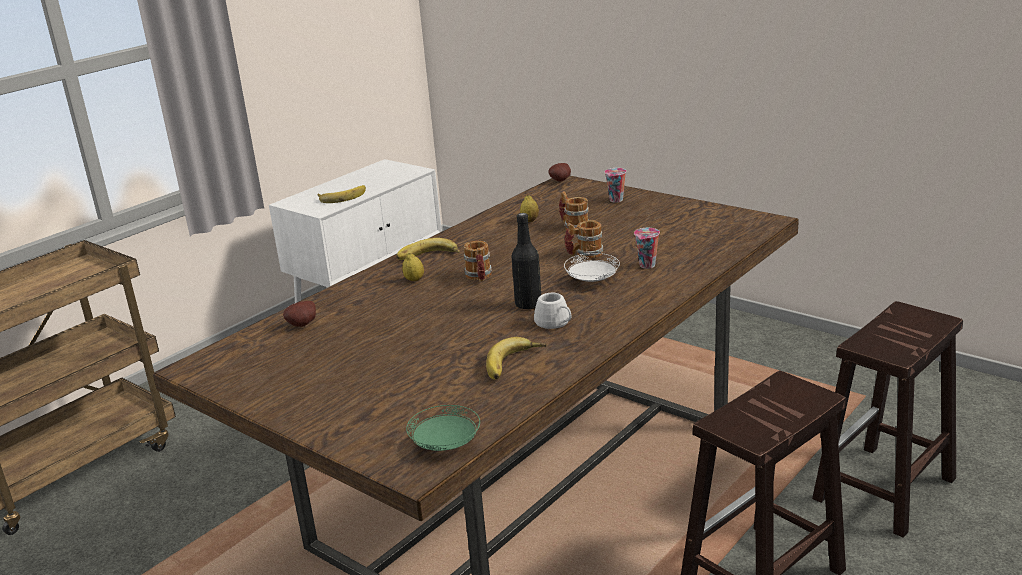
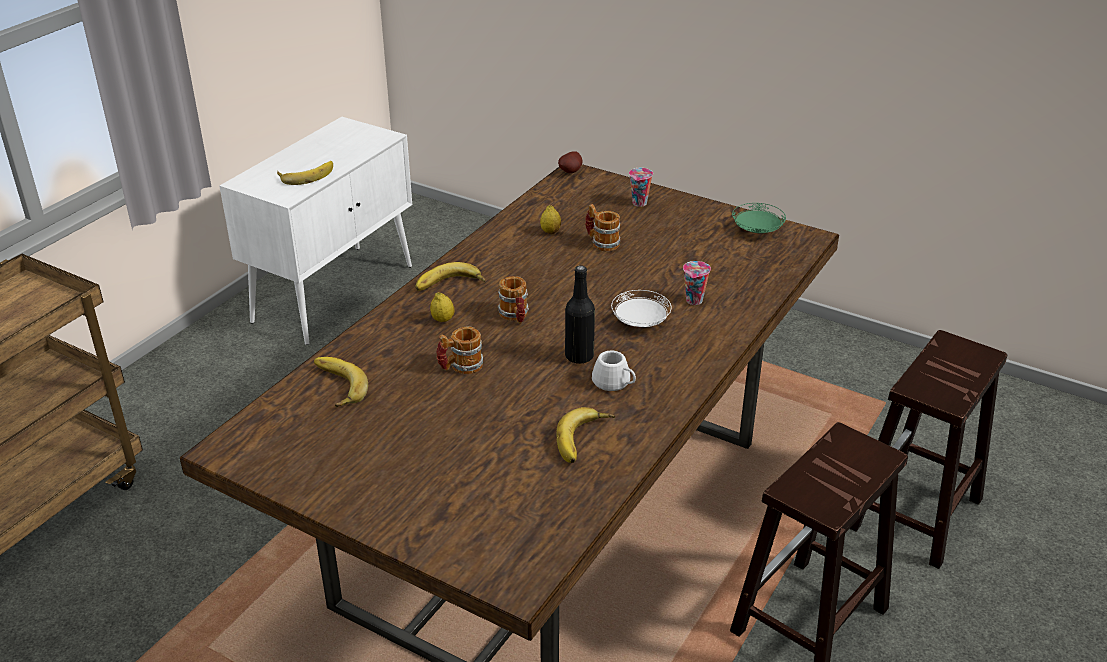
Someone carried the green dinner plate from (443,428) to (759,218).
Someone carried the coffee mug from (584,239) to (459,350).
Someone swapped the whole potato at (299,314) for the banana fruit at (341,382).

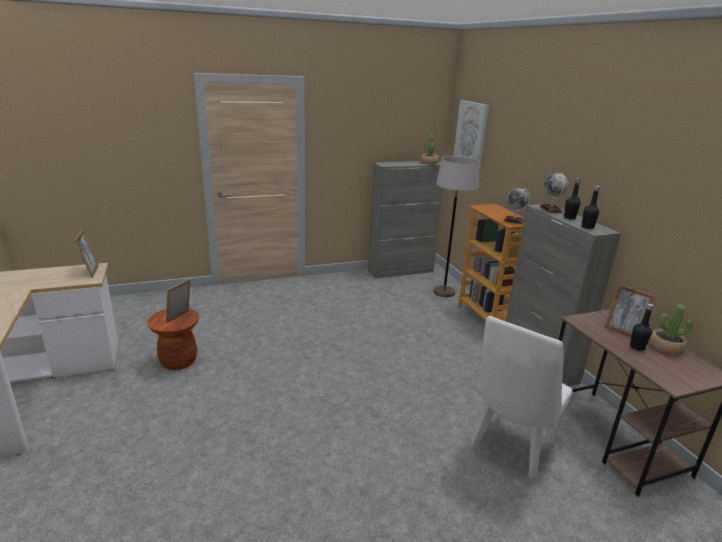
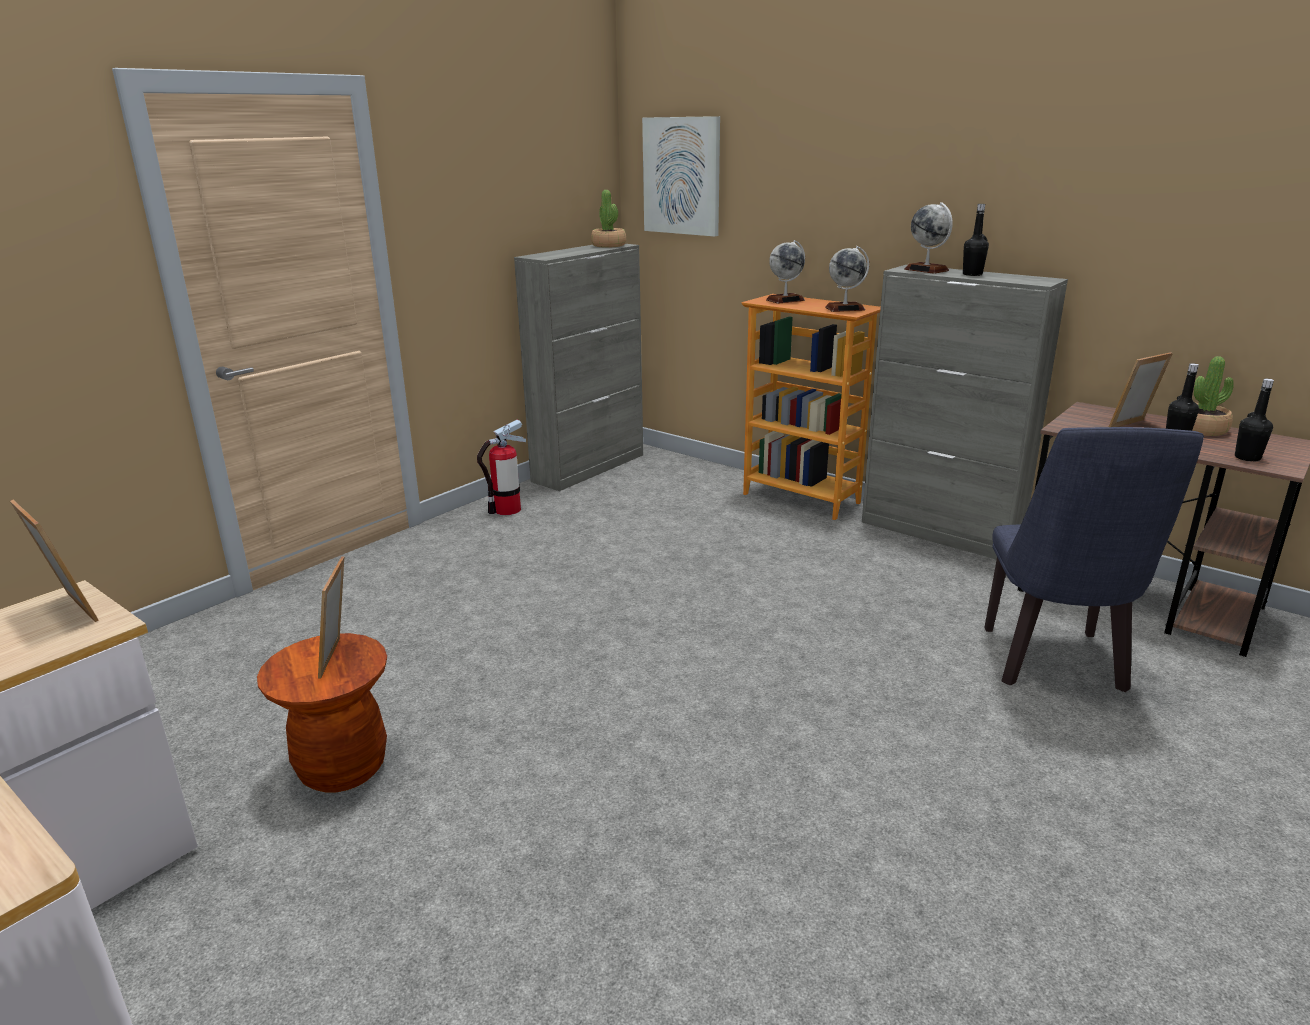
Someone took away the gray standard lamp at (456,226).
Someone put down the extinguisher at (501,467).
Someone put down the globe at (785,272).
Someone carried the blackish beverage bottle from (591,207) to (1254,420).
Someone repainted the whitish plain chair at (521,397), which became the blue plain chair at (1094,559).
Someone rotated the photo frame at (630,310) by 135 degrees clockwise.

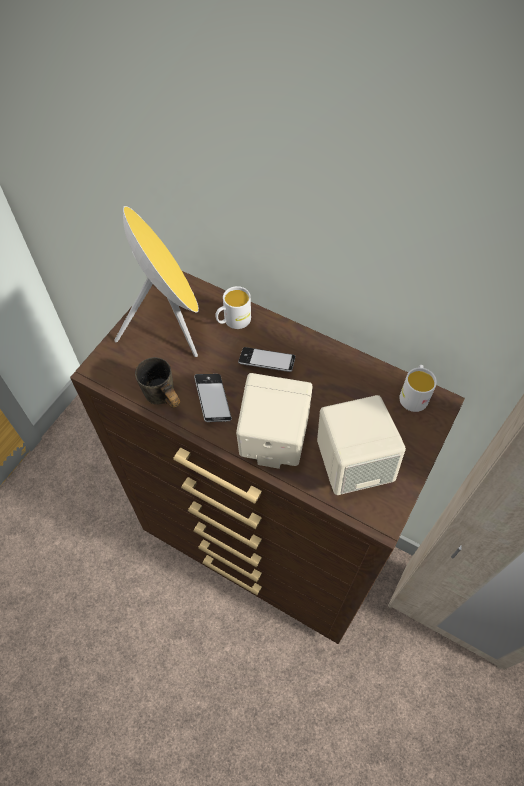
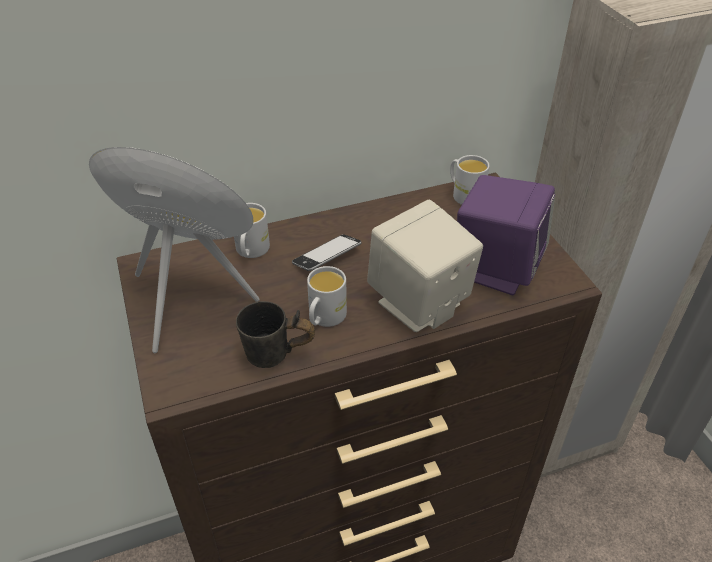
Someone swapped the phone at (213,398) for the whitish coffee mug at (327,296).
Someone repainted the sand-coloured loudspeaker at (361,445), which became the purple-coloured loudspeaker at (506,235).

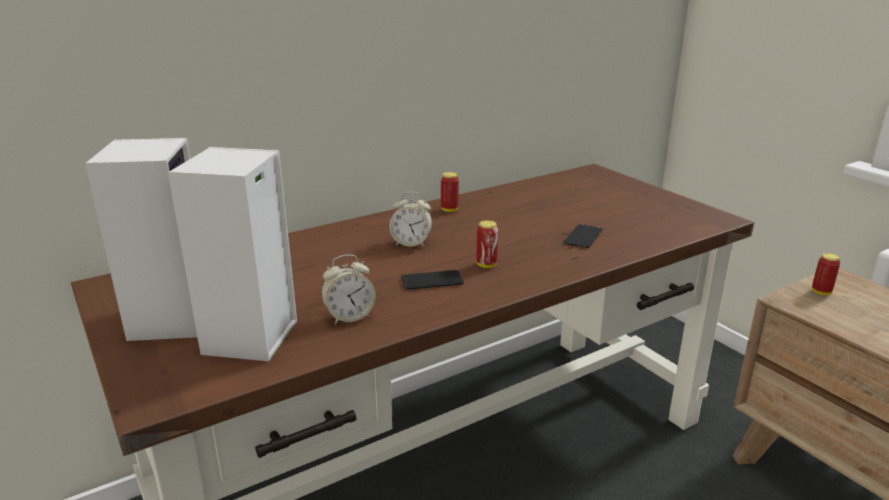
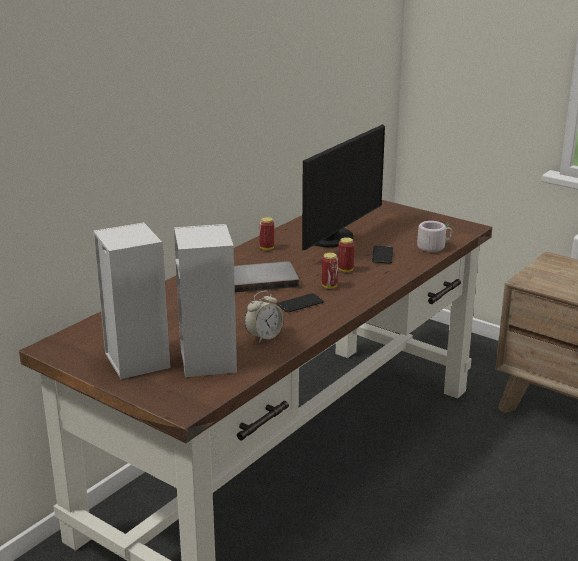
Someone put down the computer screen at (343,187).
Someone put down the gray coffee mug at (432,236).
Someone carried the sealed can from (826,274) to (346,254).
Someone swapped the table clock at (410,219) for the gray volume at (267,277).

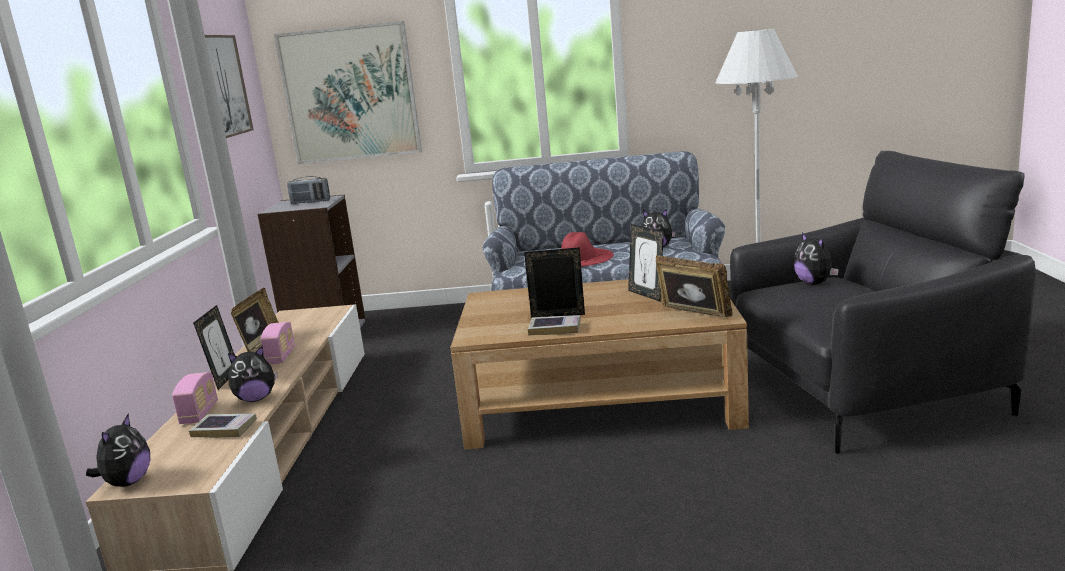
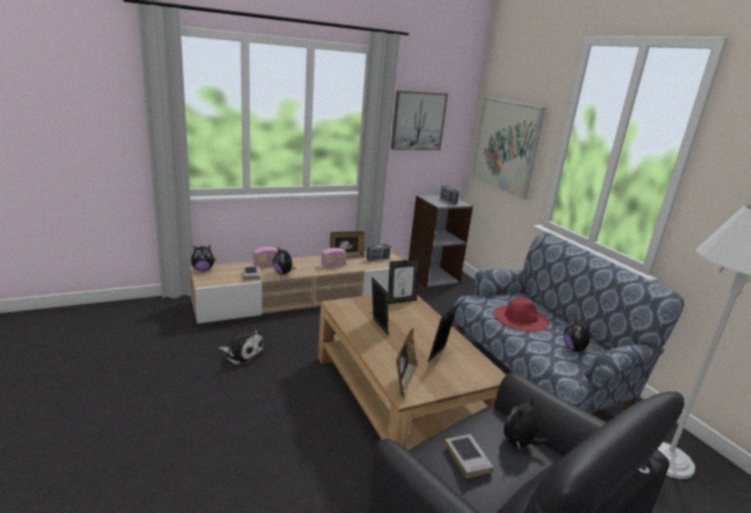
Someone put down the soft toy at (241,346).
Someone put down the radio set at (378,252).
Someone carried the photo frame from (214,347) to (403,281).
Someone carried the volume from (554,325) to (469,456).

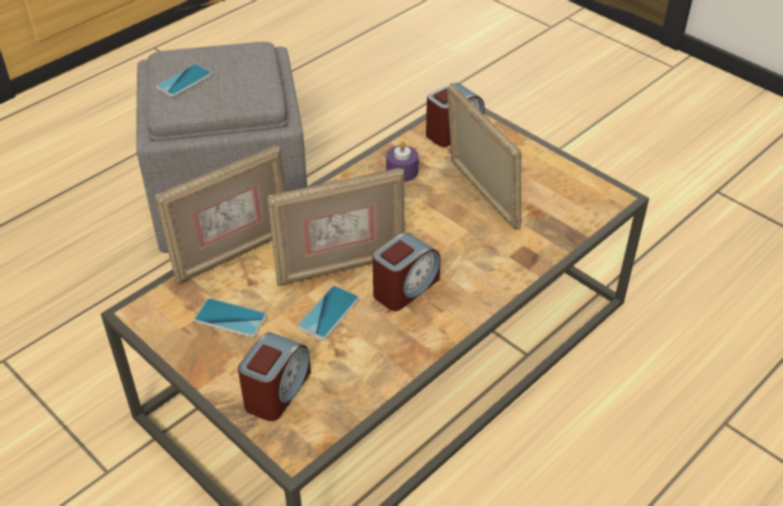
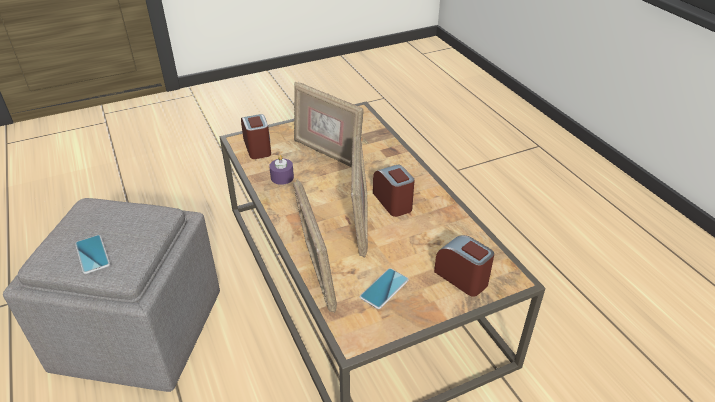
Someone took away the phone at (328,313).
Someone rotated the photo frame at (484,156) by 135 degrees counterclockwise.

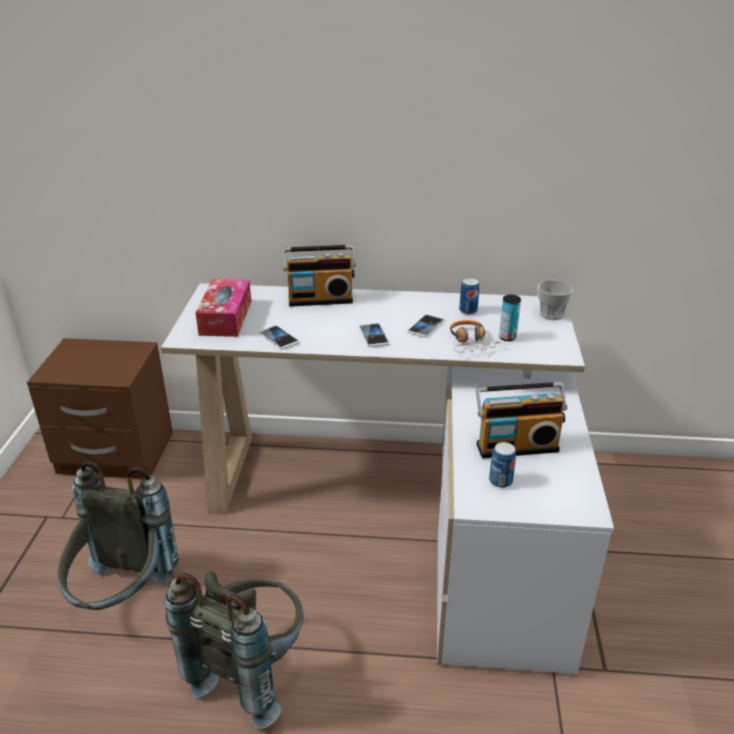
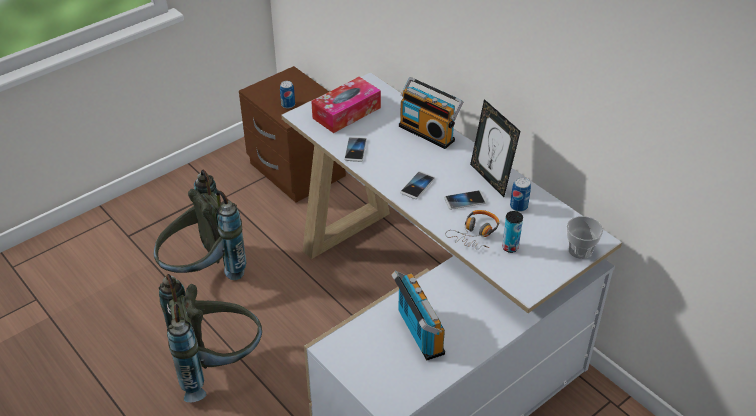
Someone put down the photo frame at (495,148).
Someone carried the sealed can from (502,465) to (287,94).
Someone rotated the radio set at (522,420) by 150 degrees counterclockwise.

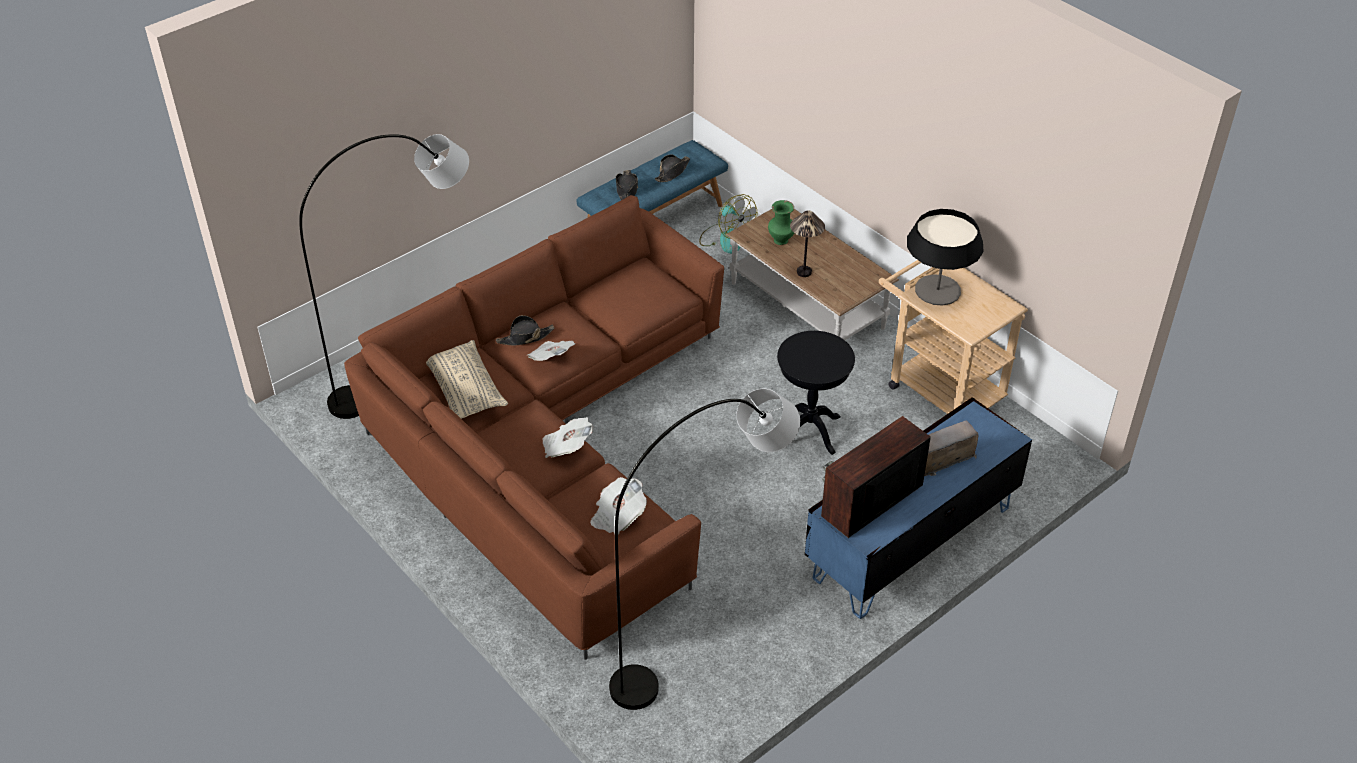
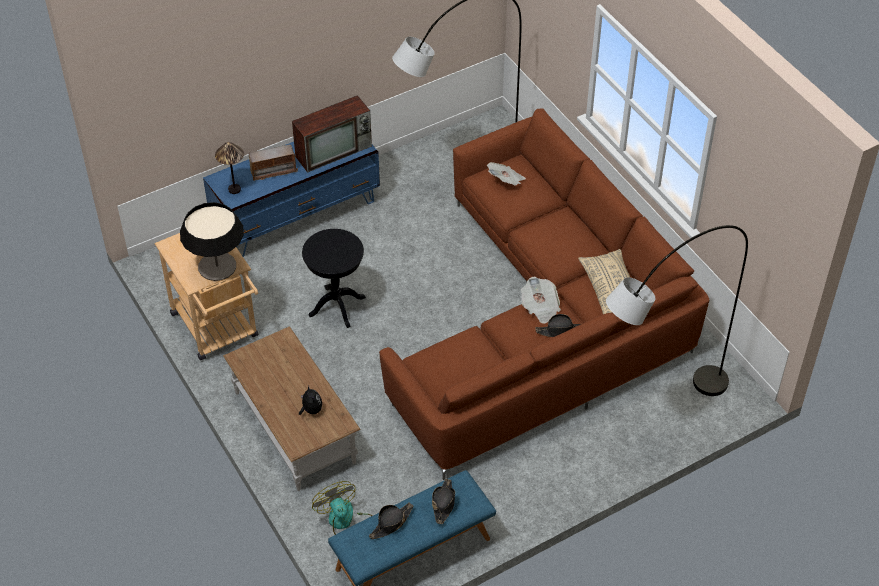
Someone took away the newspaper at (567,437).
Someone carried the tabletop lamp from (807,243) to (229,168).
Someone swapped the green flower vase at (781,222) for the soft toy at (310,400).

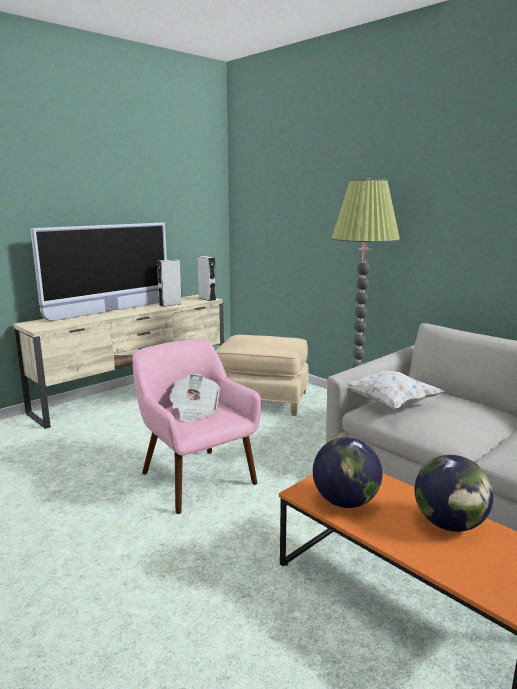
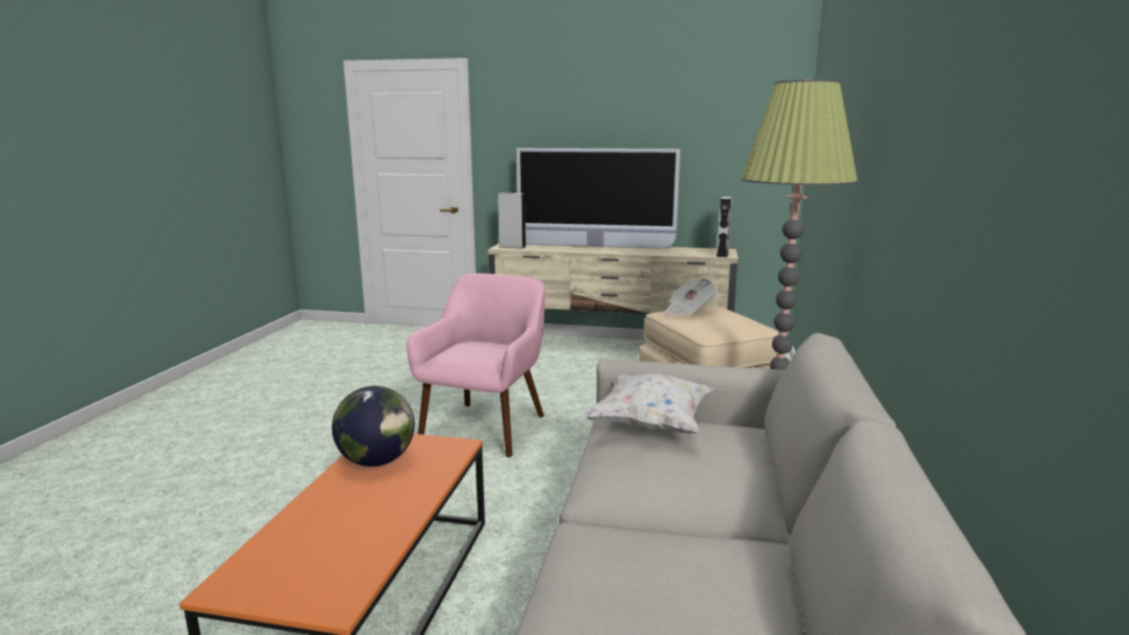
Someone took away the globe at (454,493).
Someone carried the gray loudspeaker from (169,283) to (512,220).
Someone carried the newspaper from (194,398) to (691,296).

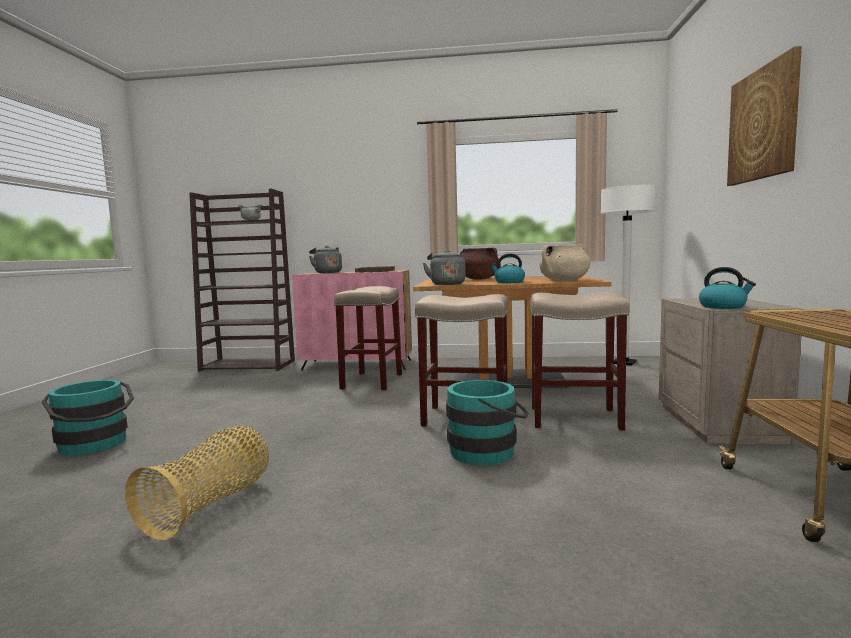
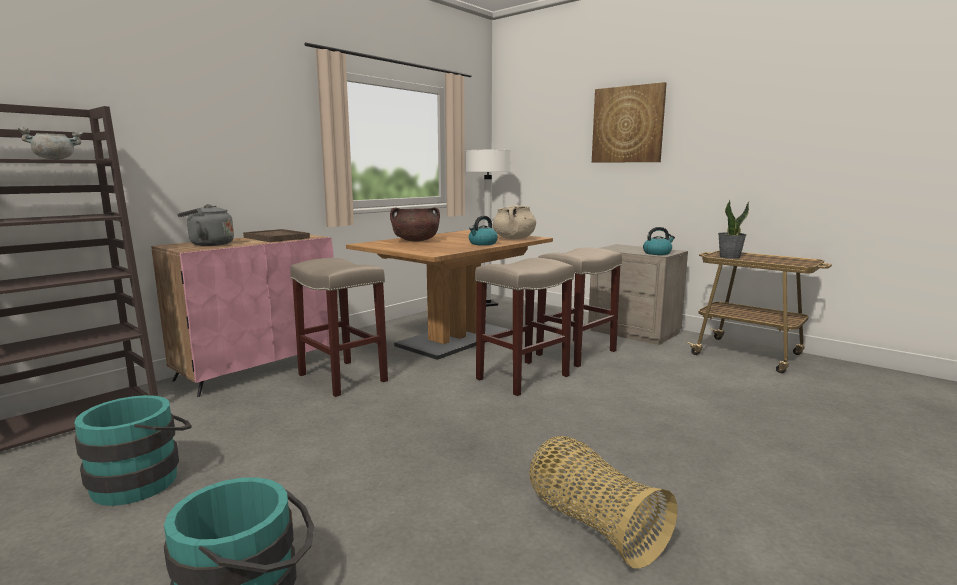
Someone took away the gray water kettle at (444,267).
Someone put down the potted plant at (733,229).
Someone carried the turquoise pail from (487,422) to (133,450).

